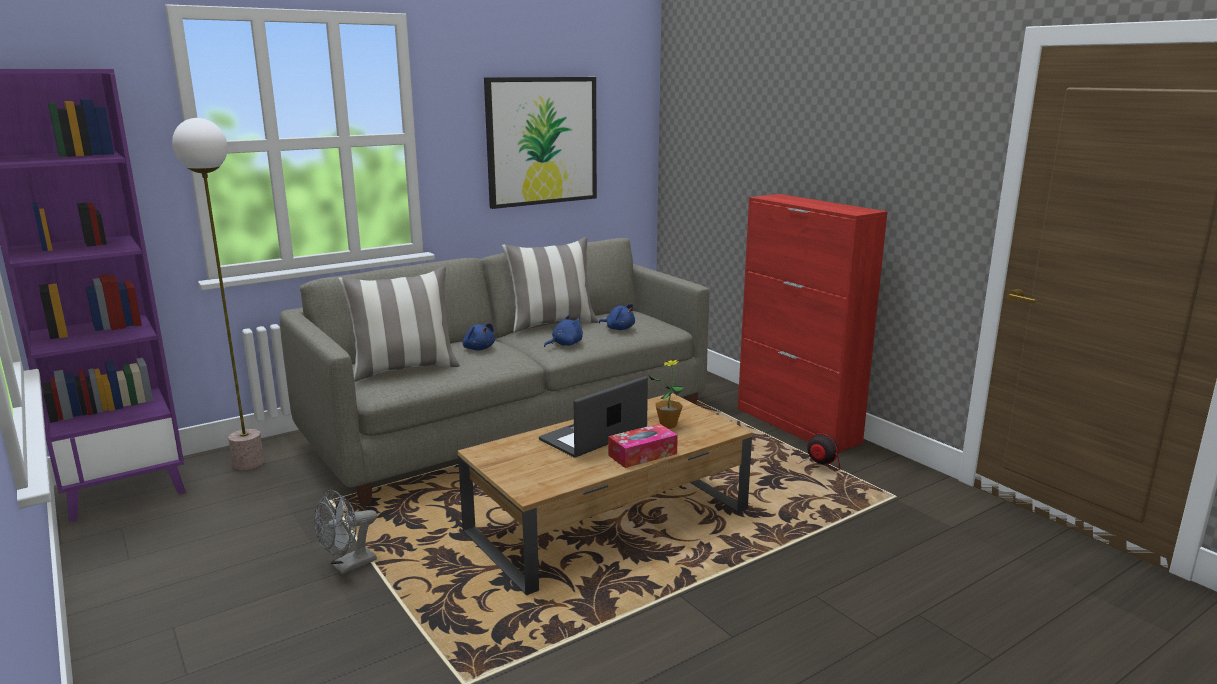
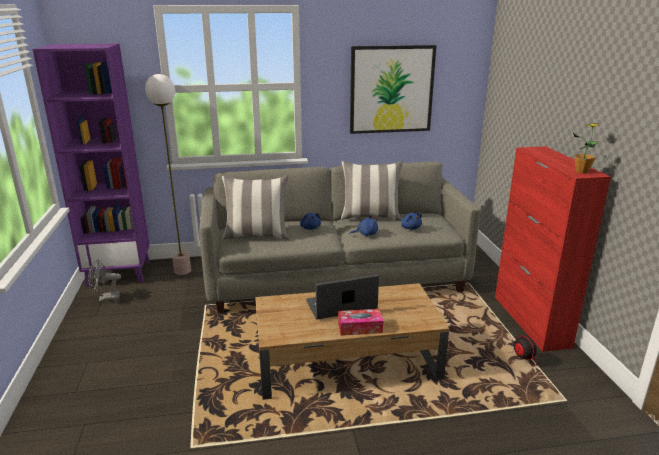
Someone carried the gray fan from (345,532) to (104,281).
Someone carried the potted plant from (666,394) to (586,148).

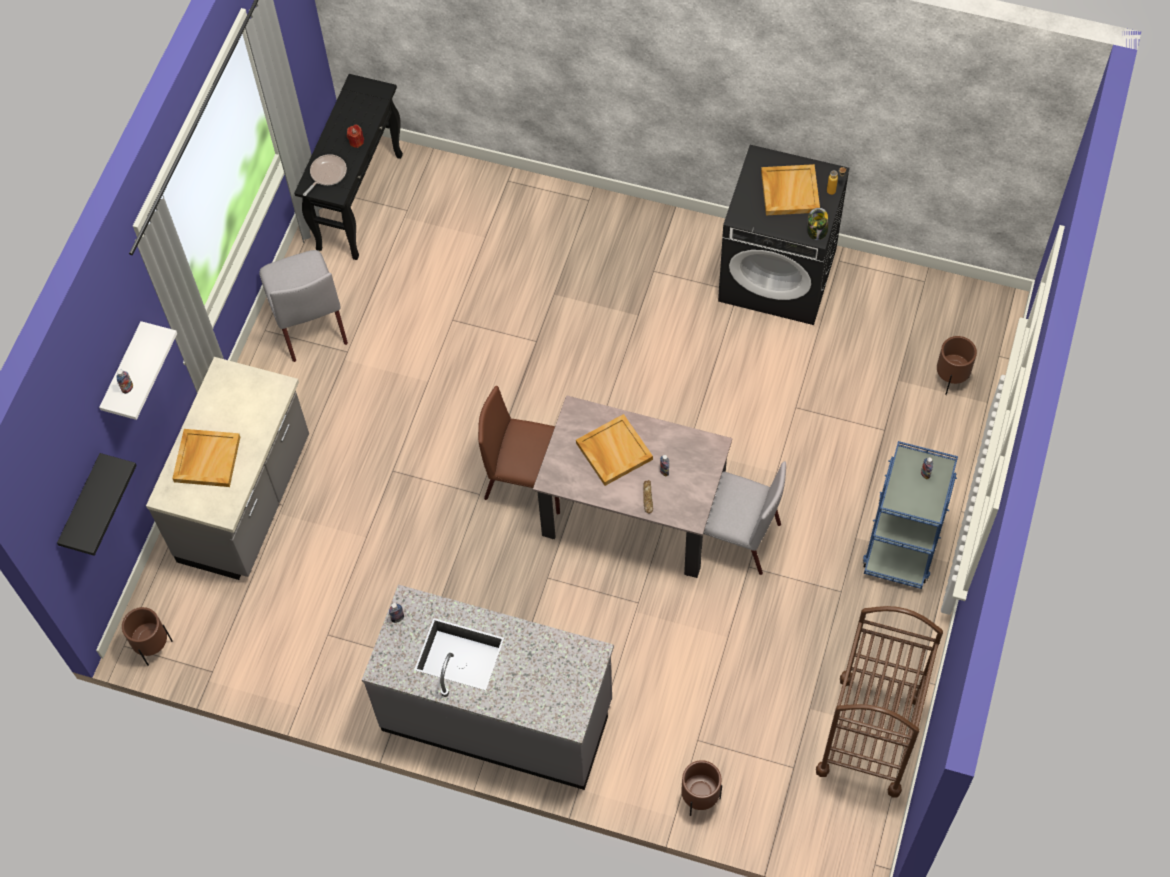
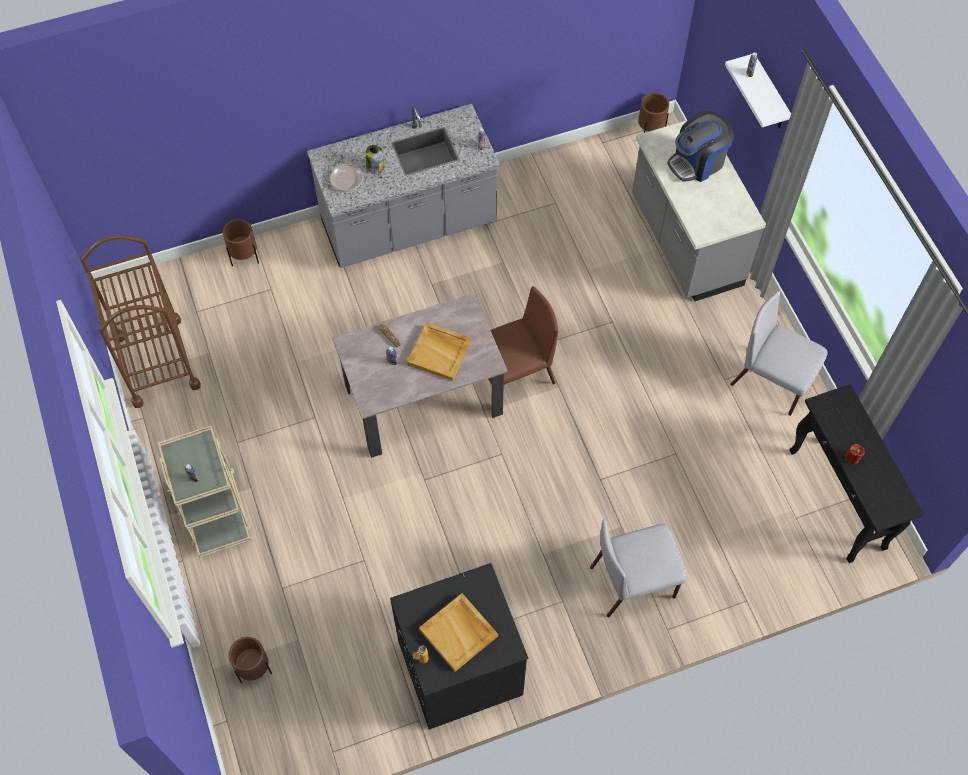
Someone took away the blackish shelf at (97,504).
Someone carried the frying pan from (325,175) to (346,170).
Someone carried the gray plain chair from (744,518) to (638,568).
Someone carried the preserve jar from (818,224) to (375,159).
Someone swapped the sand-coloured carrying tray at (206,458) for the coffee maker at (700,146).
Someone repainted the blue trolley at (910,515), which became the sand-coloured trolley at (204,491).

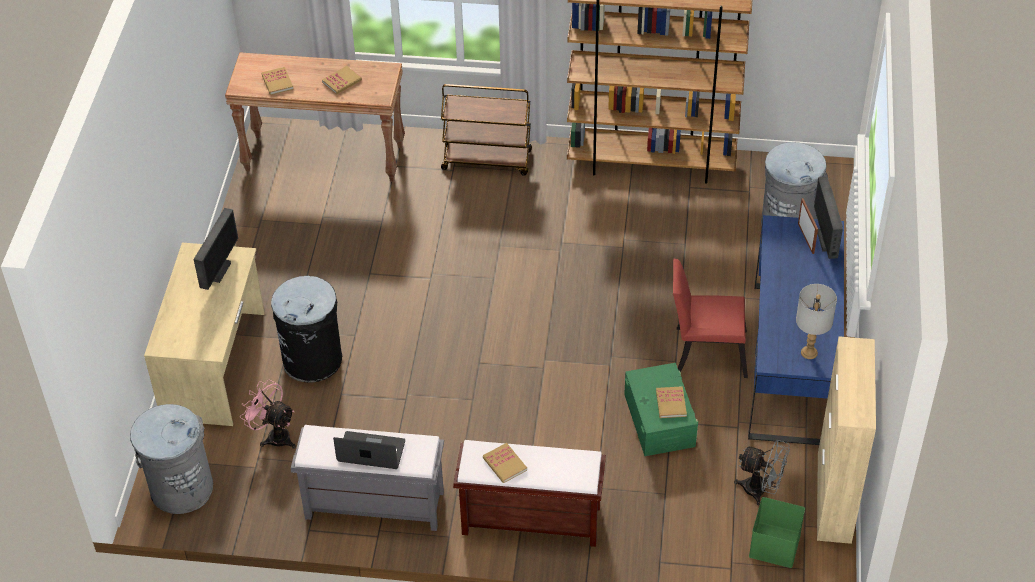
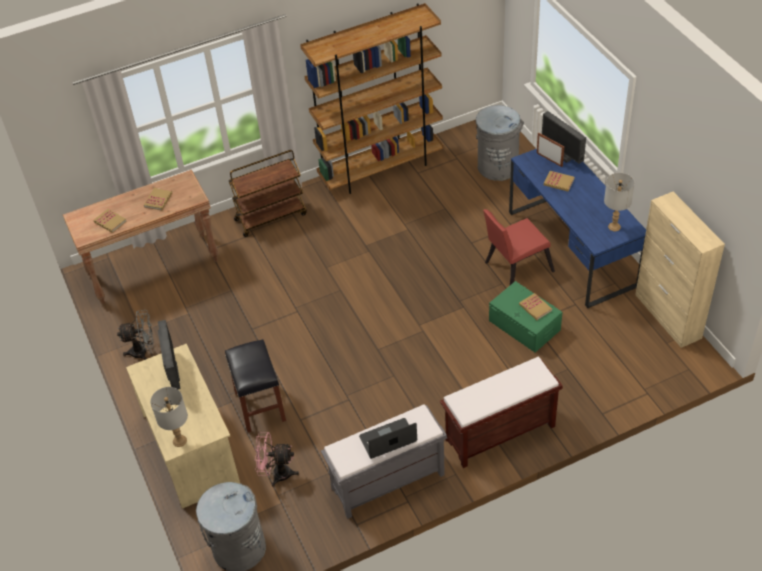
Someone took away the green storage box at (777,532).
Someone put down the gray tabletop lamp at (169,417).
Someone carried the volume from (505,463) to (559,181).
Someone carried the gray fan from (762,473) to (135,335).
Someone swapped the blackish rubbish bin at (306,329) for the blackish stool seat at (255,386).

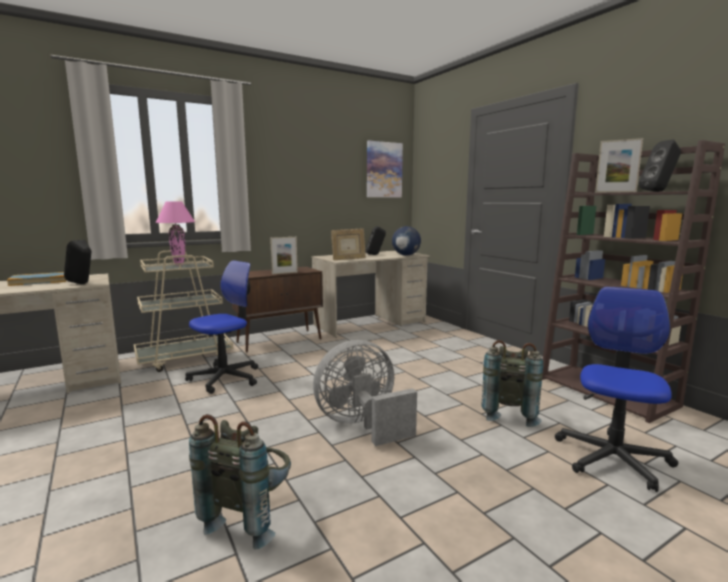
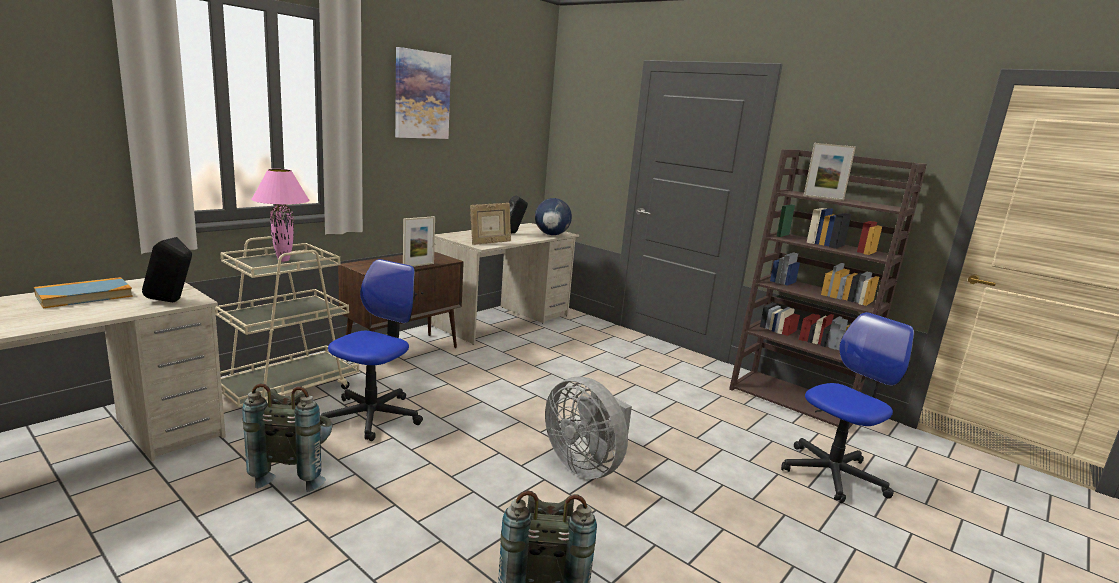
Someone took away the blackish loudspeaker at (659,165).
Someone carried the wall art from (385,169) to (423,93).
Someone carried the gray knapsack from (512,383) to (287,437).
Someone rotated the gray fan at (365,393) by 90 degrees counterclockwise.
Someone rotated the computer chair at (616,389) by 45 degrees clockwise.

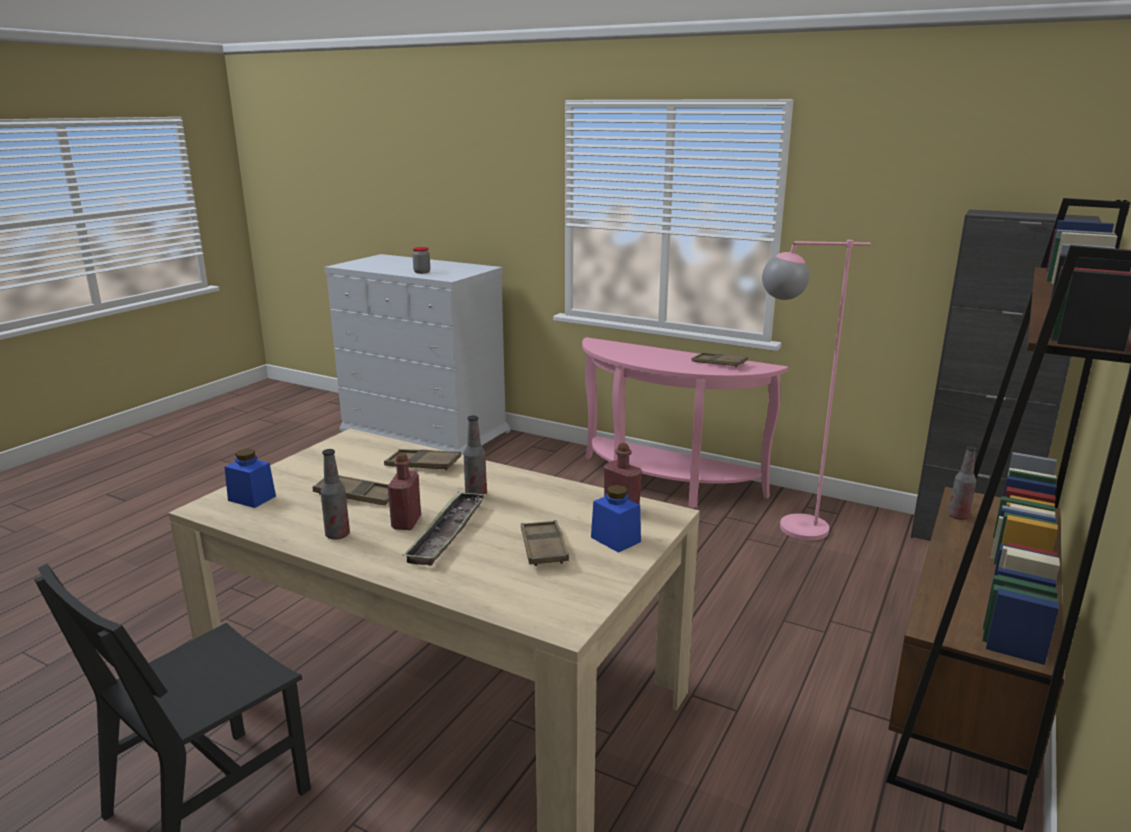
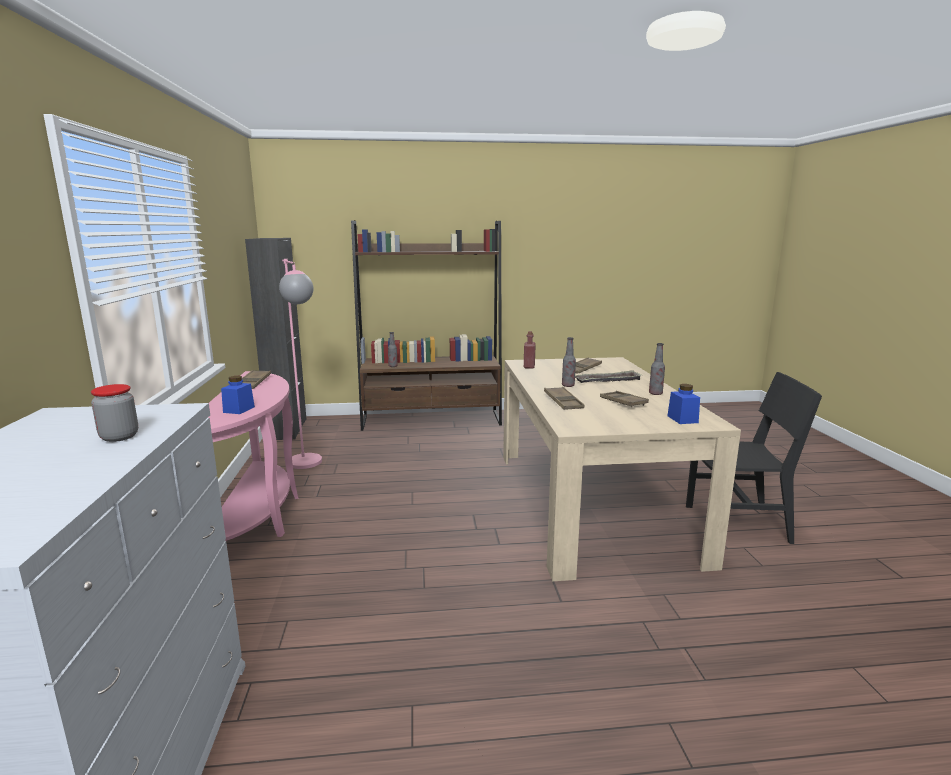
Someone took away the reddish beverage bottle at (404,491).
Someone carried the blue preserve jar from (616,519) to (238,395).

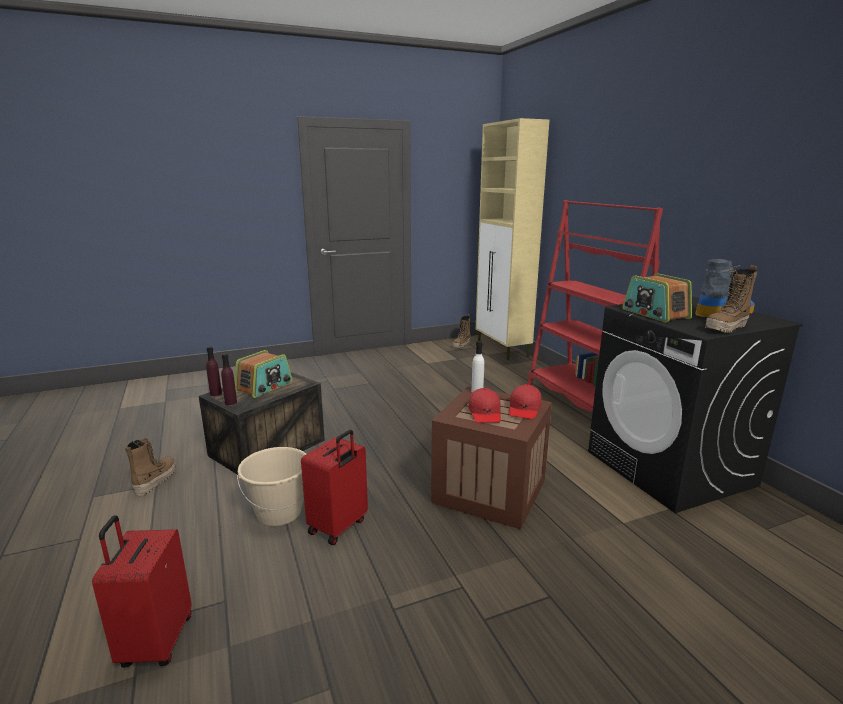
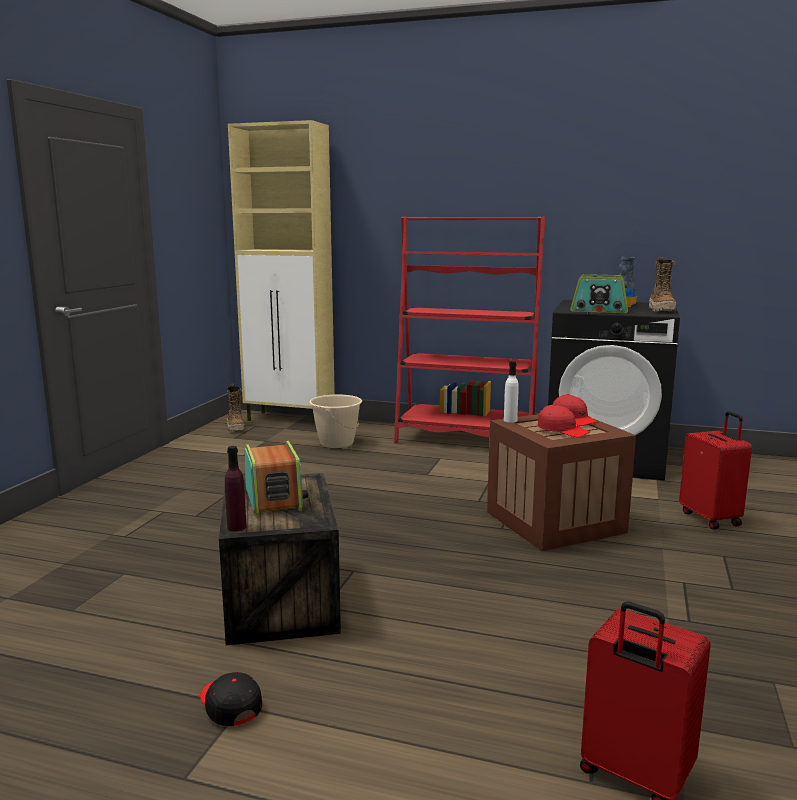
Someone took away the purple-coloured beverage bottle at (229,379).
Someone carried the sand-coloured pail from (271,487) to (335,421).
Someone carried the reddish piece of luggage from (334,487) to (715,470).
Someone swapped the tall boot at (150,467) for the blackish baseball cap at (231,699).

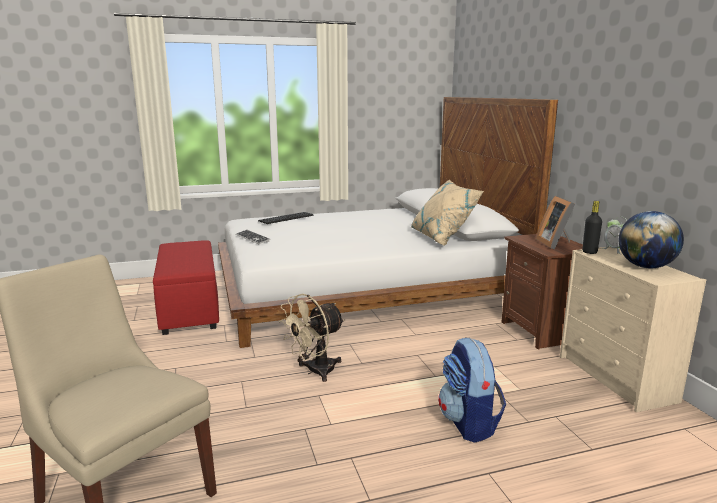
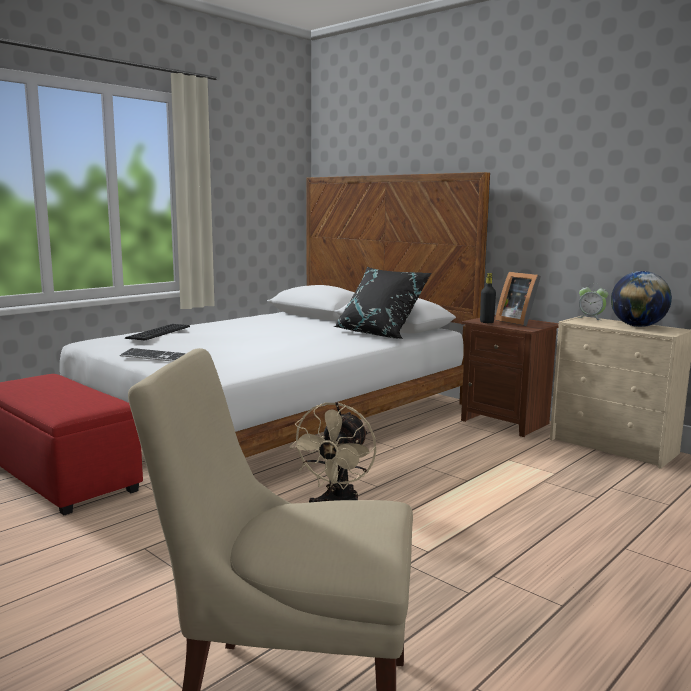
Someone took away the knapsack at (472,390).
Someone carried the blackish beverage bottle from (592,227) to (488,298).
Someone repainted the sand-coloured throw pillow at (447,212), which became the blackish throw pillow at (383,303).

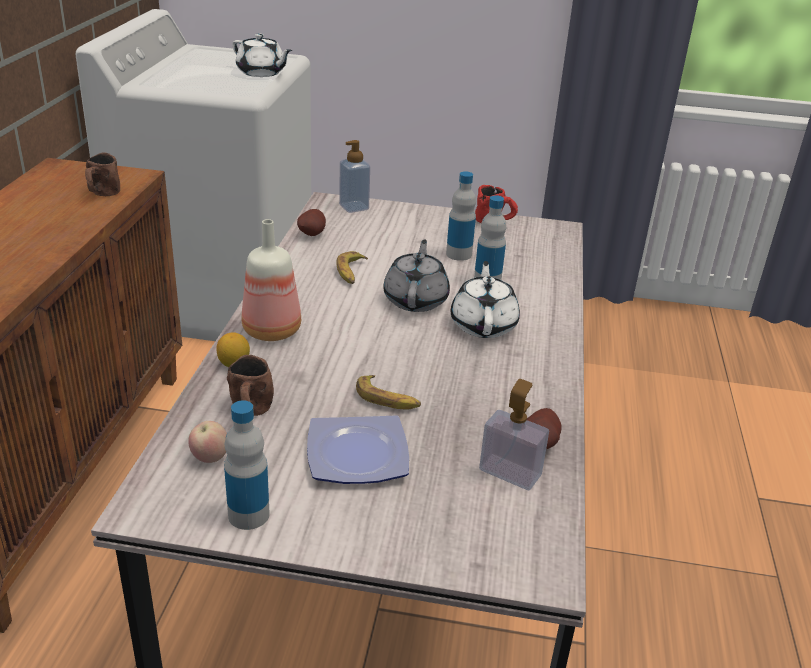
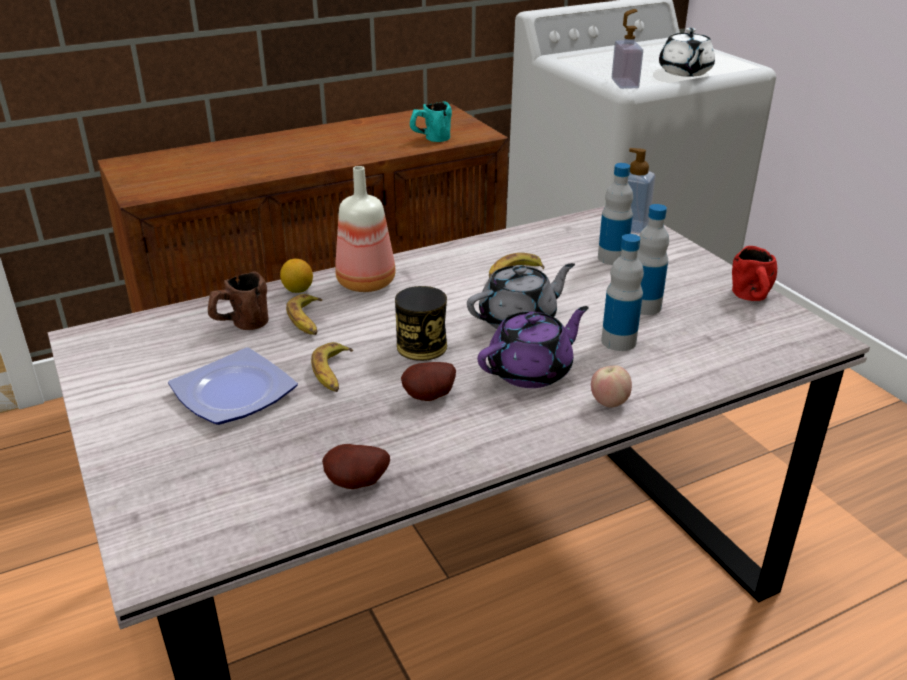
Someone put down the banana fruit at (304,314).
Someone put down the sealed can at (421,323).
Someone carried the apple from (207,442) to (611,386).
Someone carried the beverage bottle from (247,465) to (615,214).
Someone carried the whole potato from (311,222) to (428,381).
Someone carried the soap dispenser from (514,434) to (627,49).
Someone repainted the brown-coloured coffee mug at (102,174), which became the turquoise coffee mug at (431,122).
Someone repainted the whitish tea pot at (485,299), which became the purple-coloured tea pot at (533,347).

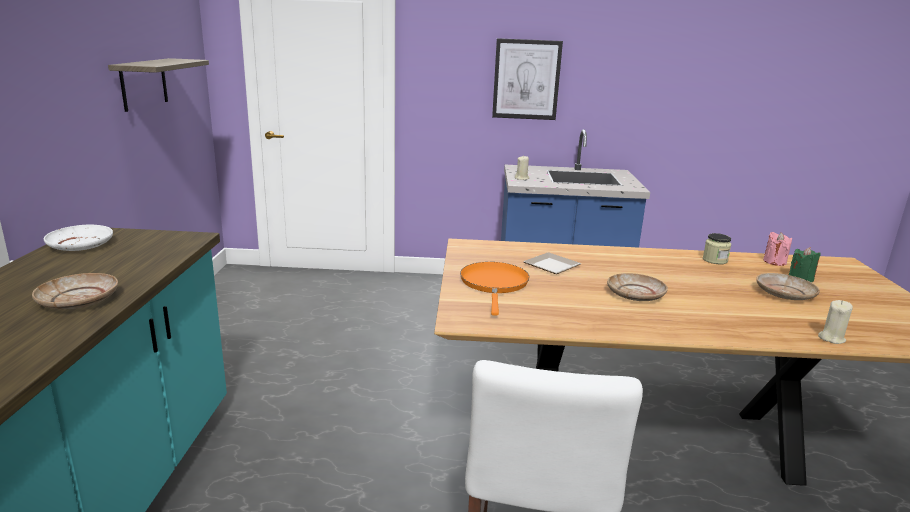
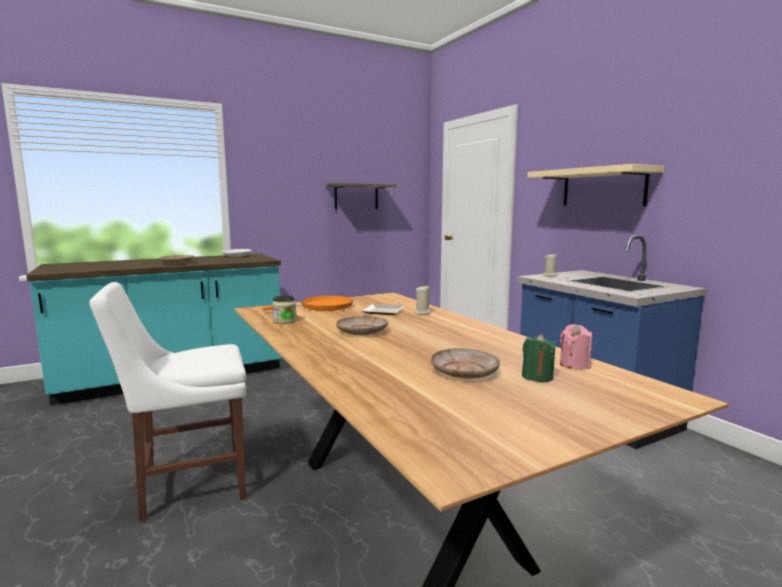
Someone carried the preserve jar from (717,248) to (284,309).
Someone carried the sand-coloured candle from (835,322) to (423,300).
Someone swapped the wall art at (527,79) for the sand-coloured shelf at (595,185).

